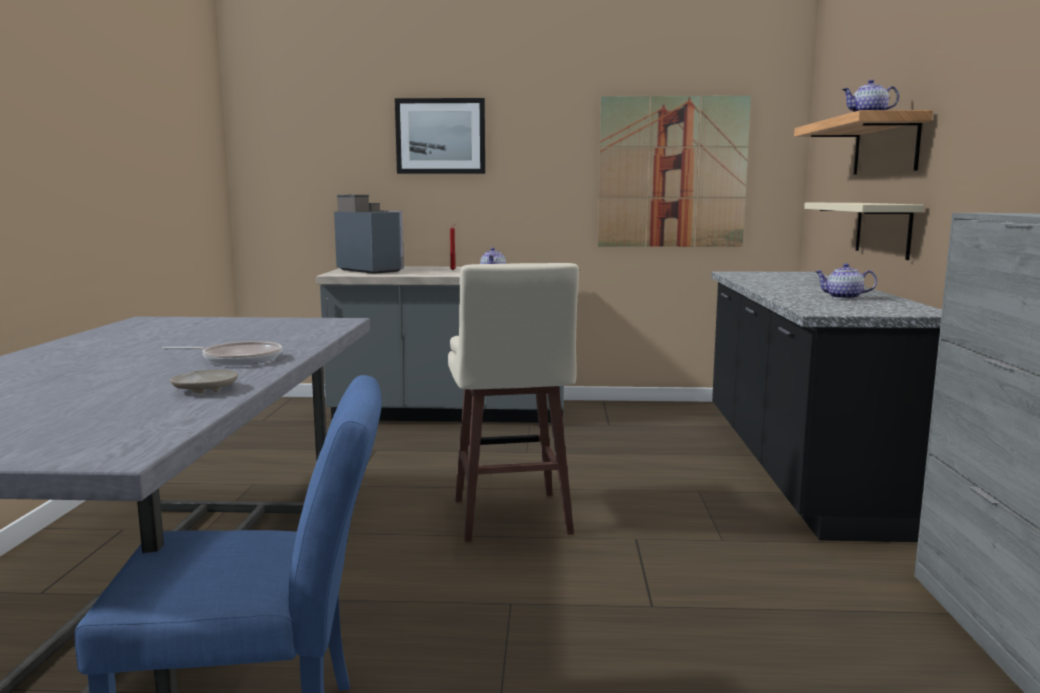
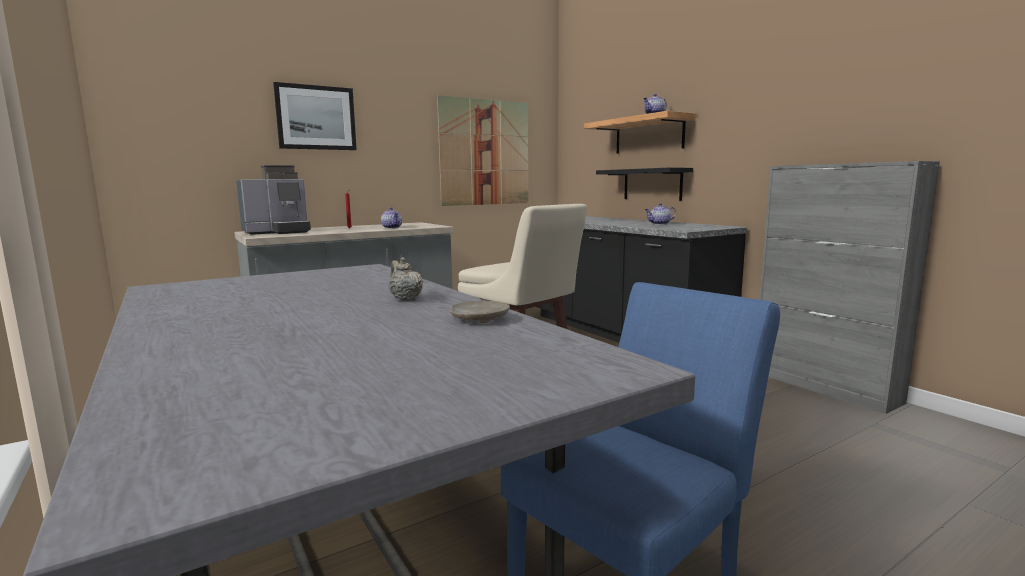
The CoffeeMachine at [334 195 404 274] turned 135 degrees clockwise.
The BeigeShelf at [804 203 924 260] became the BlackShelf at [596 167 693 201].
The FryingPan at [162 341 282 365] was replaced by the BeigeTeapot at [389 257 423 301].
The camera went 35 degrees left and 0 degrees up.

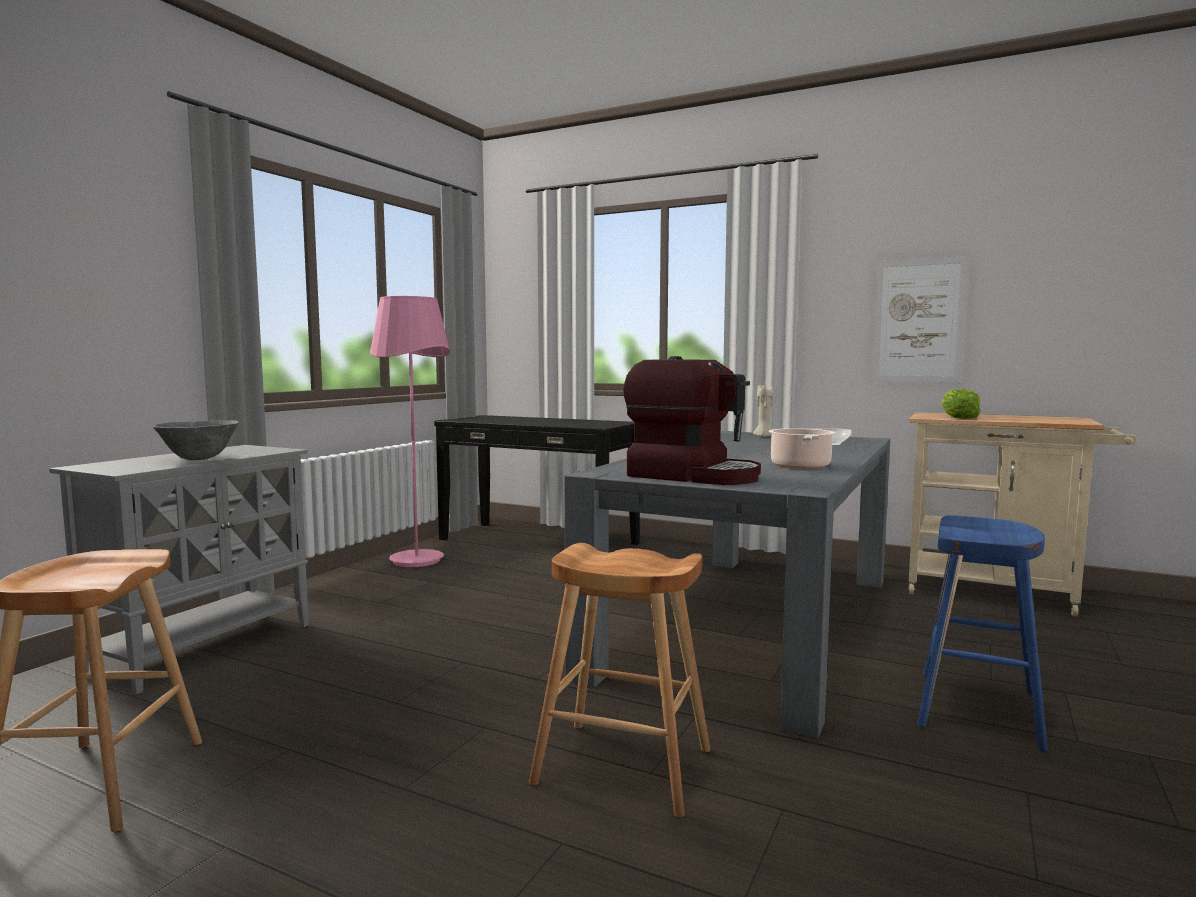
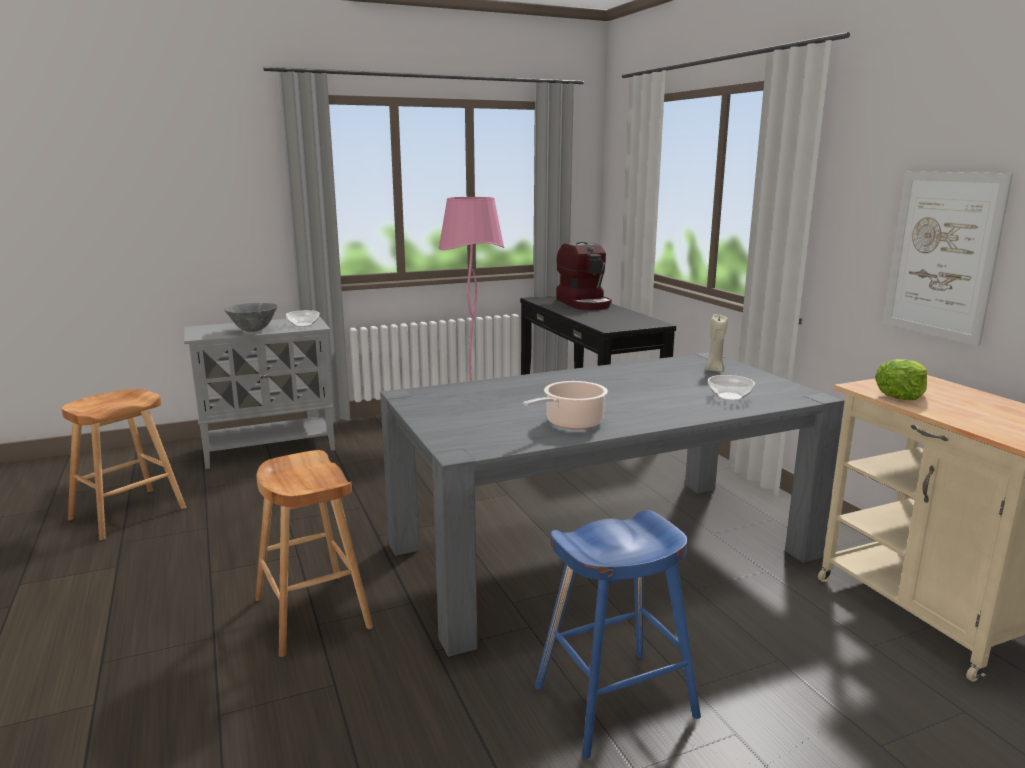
The CoffeeMachine moved from [623 356 761 485] to [556 242 612 310].
The Bowl at [286 310 319 327] appeared.
The camera went 40 degrees right and 10 degrees up.

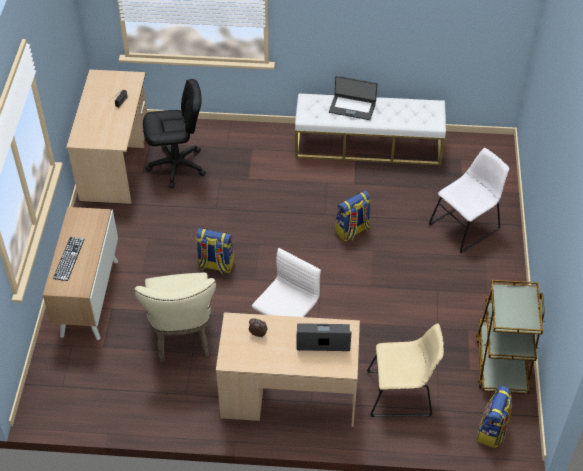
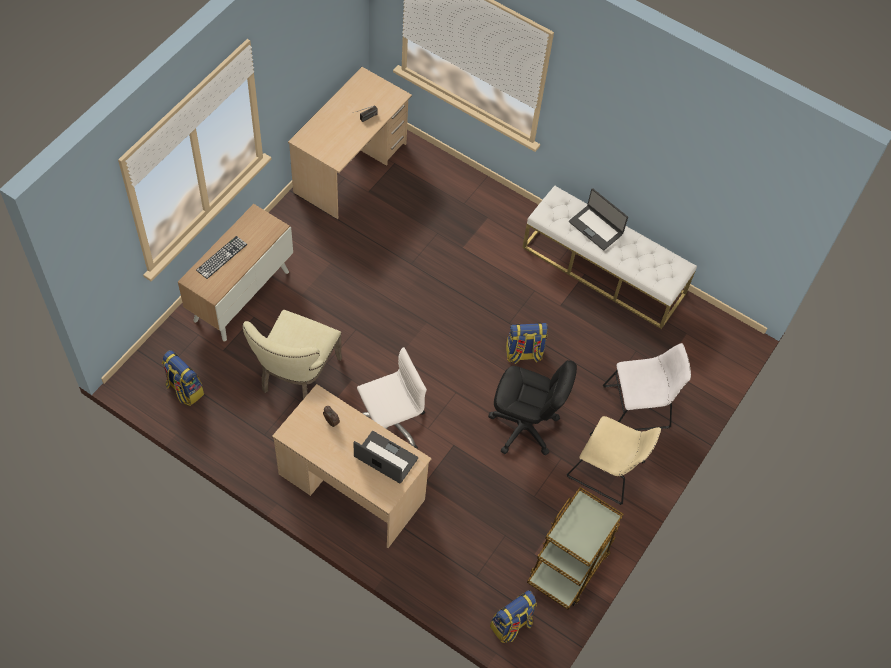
The BlackOfficeChair moved from [143 79 206 188] to [488 360 577 455].
The Backpack moved from [196 228 234 274] to [162 350 204 406].
The BeigeChair moved from [367 324 444 417] to [567 416 661 505].
The camera went 25 degrees right and 10 degrees up.

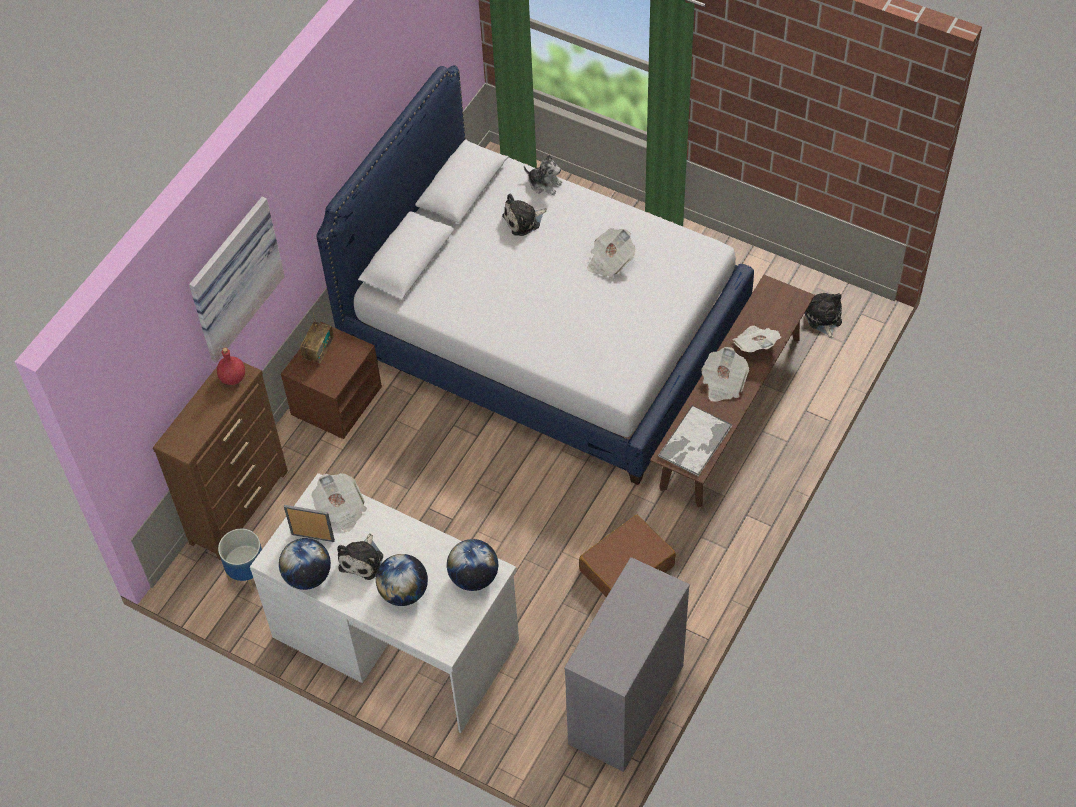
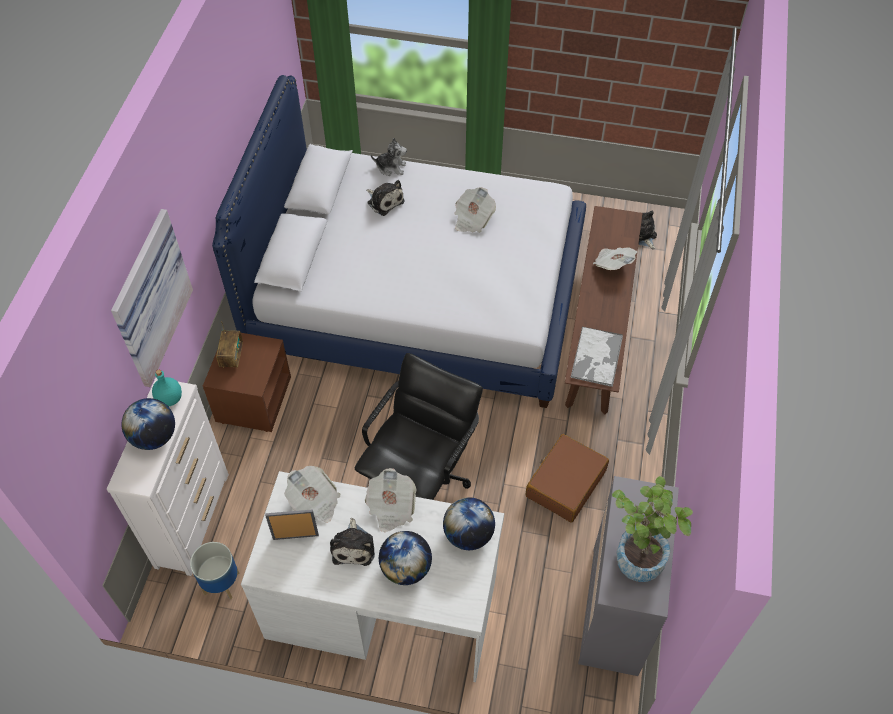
The PlushToy at [502 194 547 236] turned 90 degrees counterclockwise.
The Newspaper moved from [701 347 749 402] to [365 468 417 533].
The RedBottle at [217 348 245 385] became the TurquoiseBottle at [152 370 182 407].
The BrownDresser at [153 362 288 560] became the WhiteDresser at [107 378 229 576].
The Globe moved from [279 538 331 590] to [121 398 175 450].
The BlackOfficeChair at [355 353 483 500] appeared.
The PottedPlant at [612 476 693 582] appeared.
The camera went 20 degrees left and 0 degrees up.

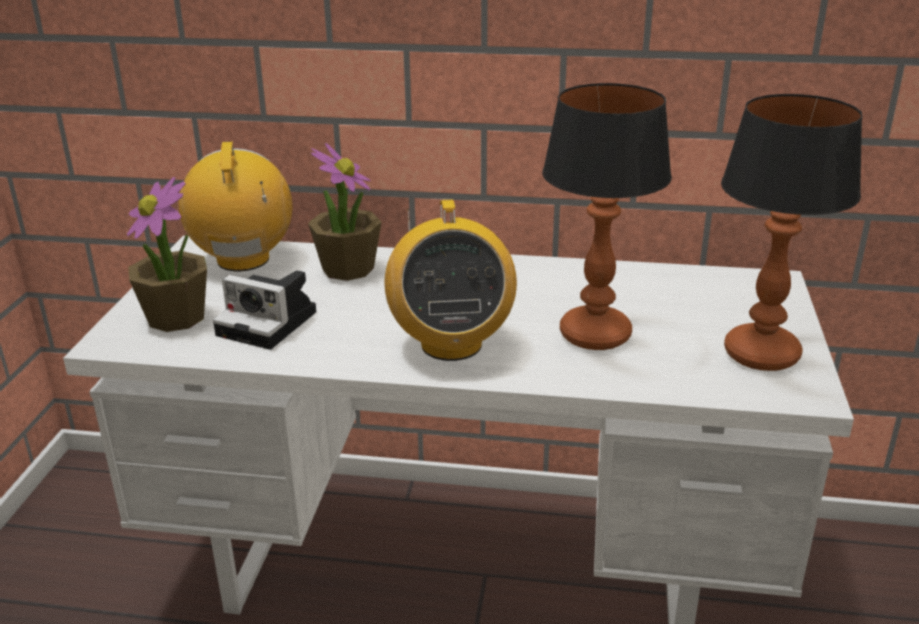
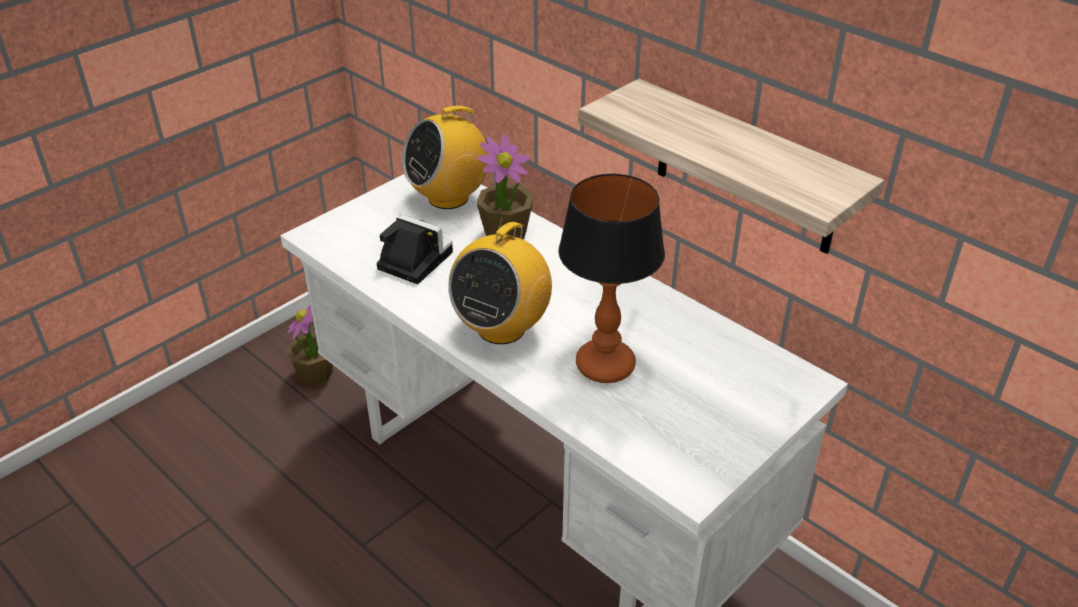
The TableLamp at [721 94 863 371] disappeared.
The Radio at [179 142 292 271] turned 150 degrees counterclockwise.
The PottedPlant moved from [127 177 207 332] to [286 306 333 386].
The PhotoCamera at [213 270 316 350] turned 150 degrees clockwise.
The Shelf at [578 79 884 254] appeared.
The camera went 35 degrees right and 10 degrees up.

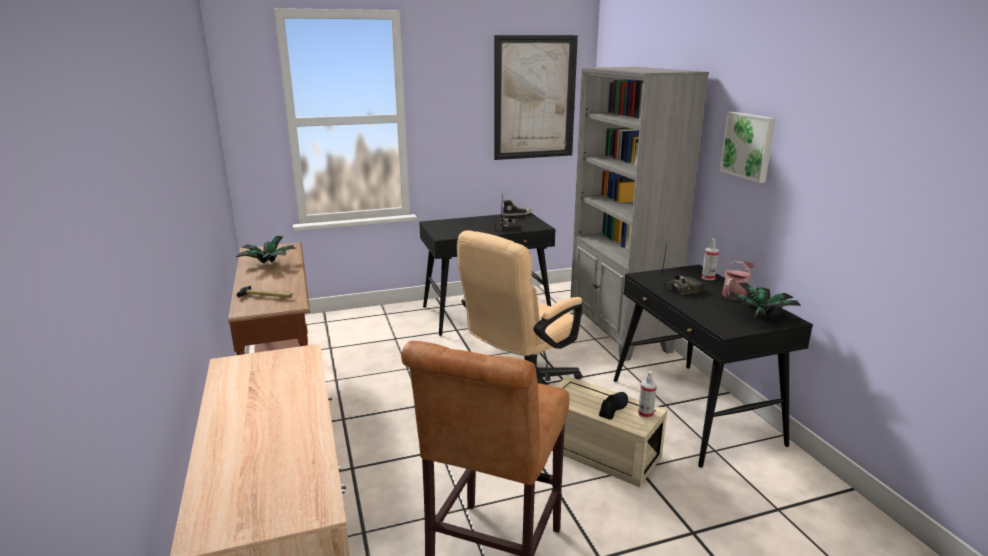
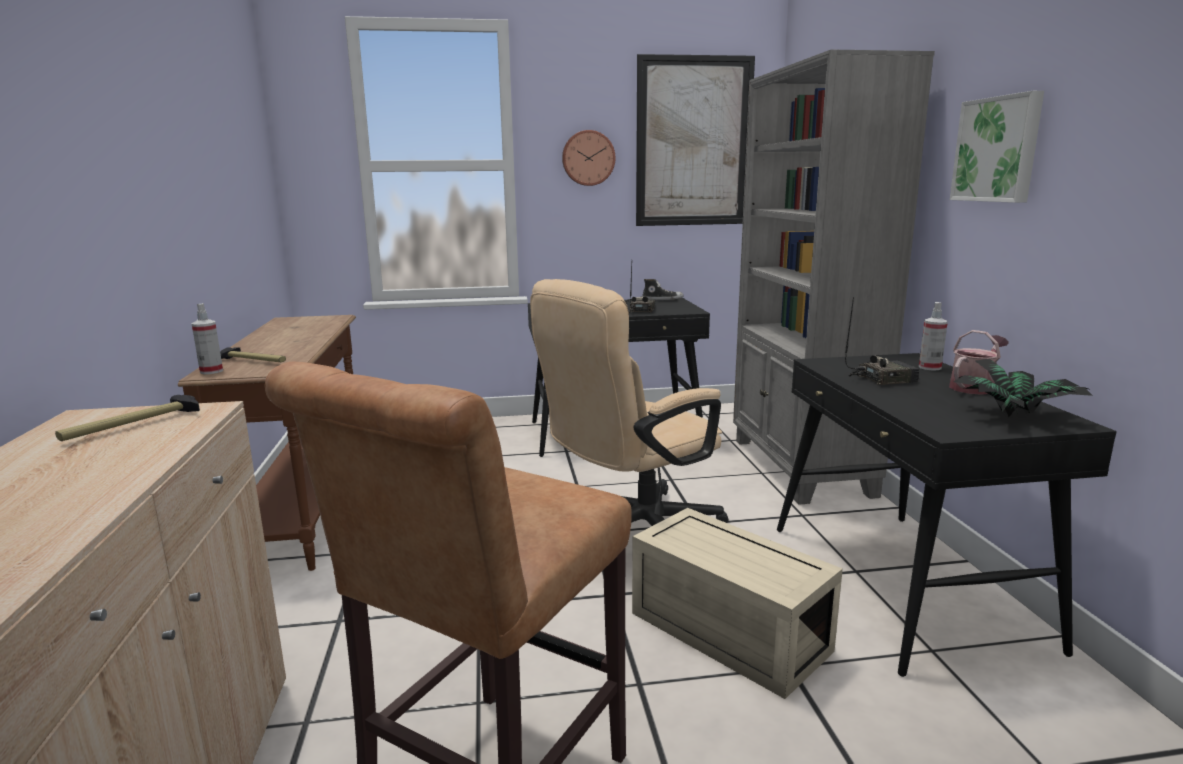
The PottedPlant at [237 236 296 264] disappeared.
The SprayBottle moved from [638 371 657 419] to [192 303 223 374].
The BlackShoe at [599 392 628 420] disappeared.
The WallClock at [562 130 616 186] appeared.
The Hammer at [55 395 200 441] appeared.
The camera went 10 degrees right and 5 degrees down.

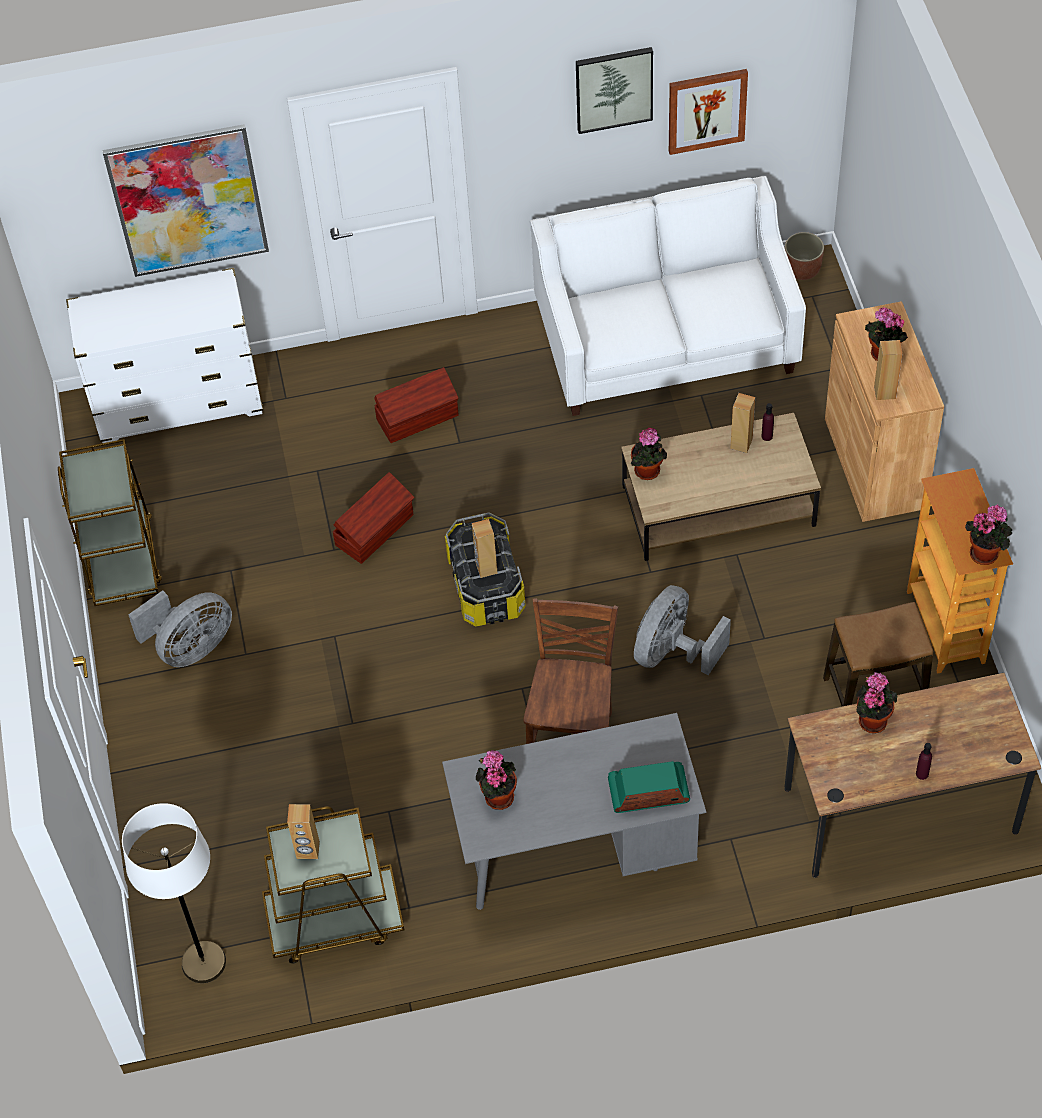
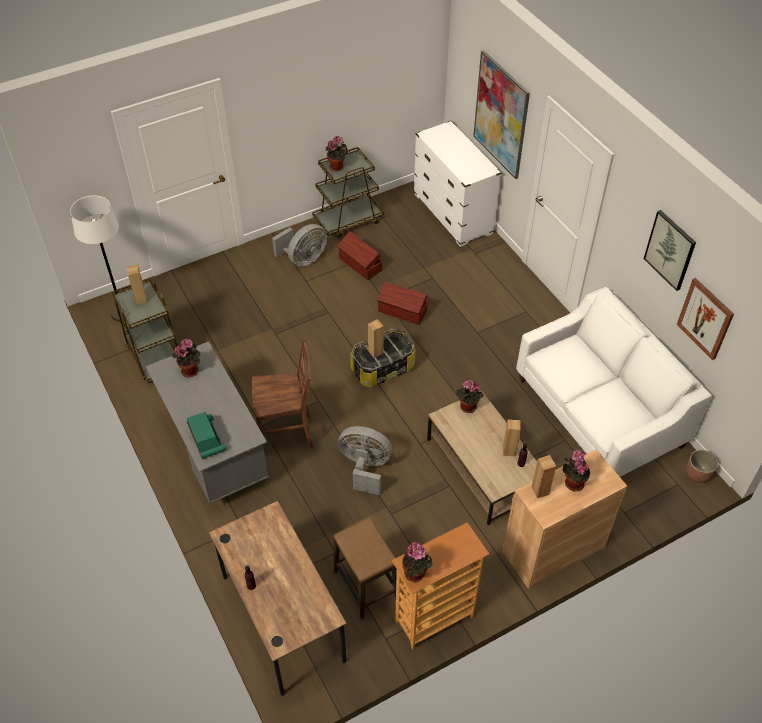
The BrownStorageBox moved from [374 367 459 443] to [337 231 382 280].
The GreyFan at [128 590 232 667] turned 75 degrees counterclockwise.
The PottedPlant moved from [856 672 897 733] to [326 136 347 171].
The camera went 70 degrees right and 5 degrees down.

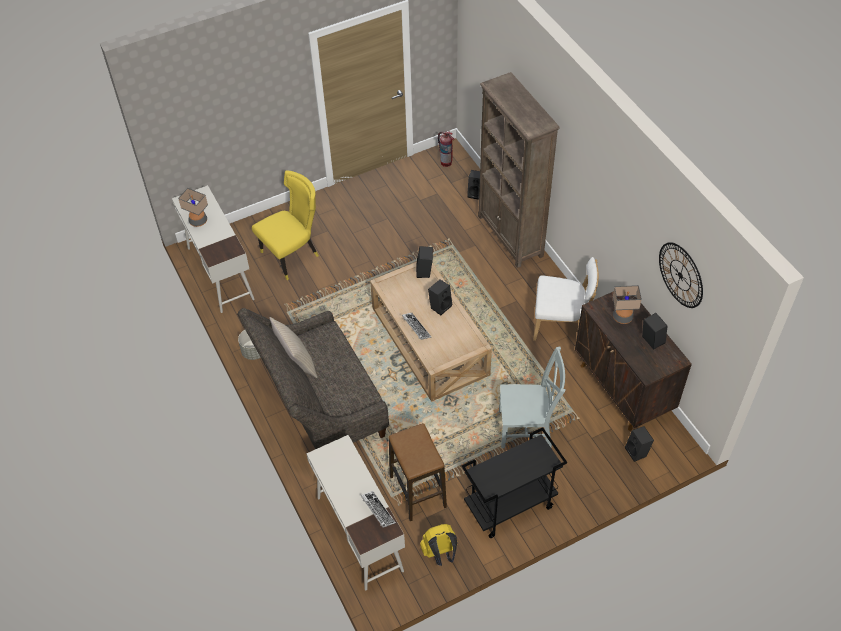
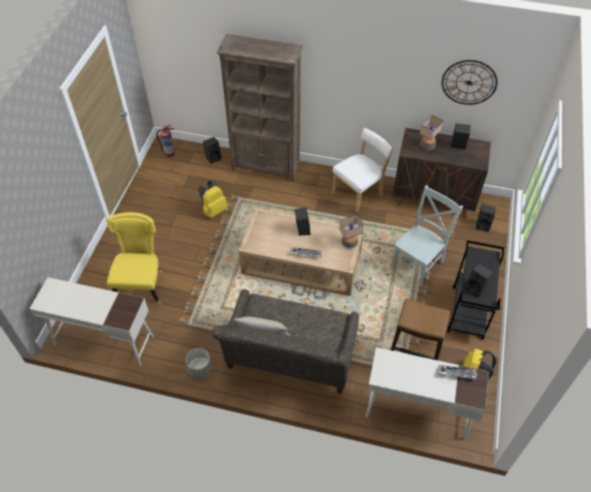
The TableLamp moved from [178 188 208 227] to [339 215 364 248].
The BlackSpeaker moved from [416 246 433 278] to [465 263 493 297].
The YellowBackpack at [199 181 228 218] appeared.
The camera went 50 degrees left and 0 degrees up.

